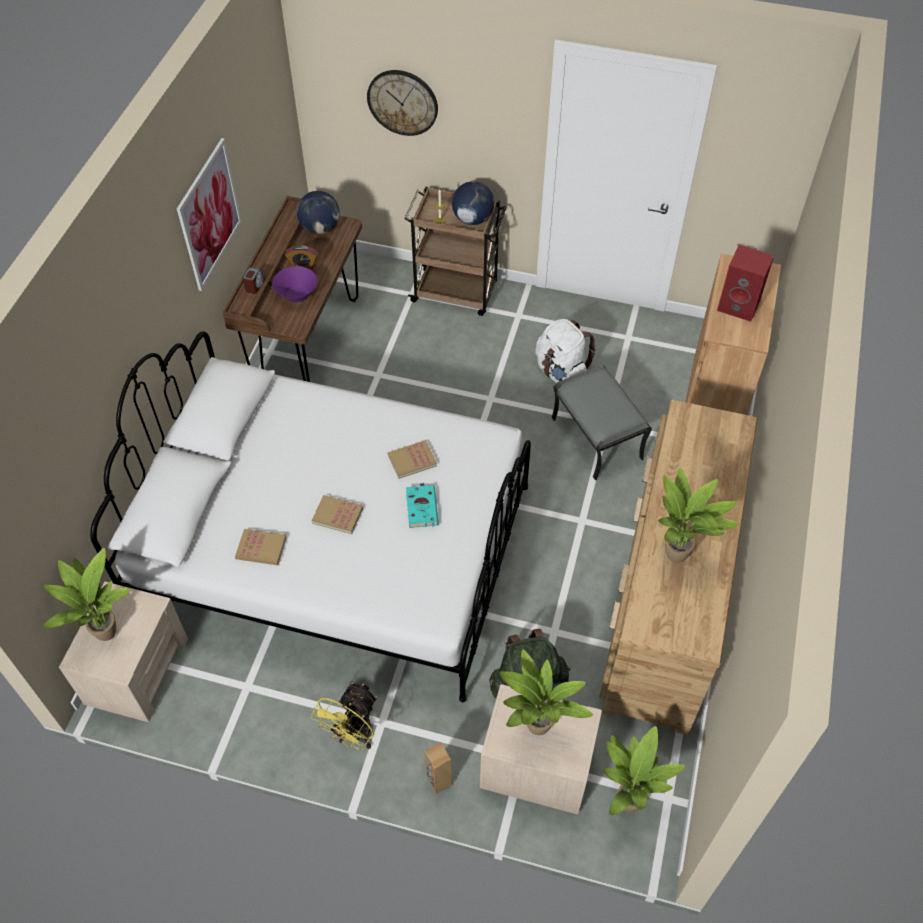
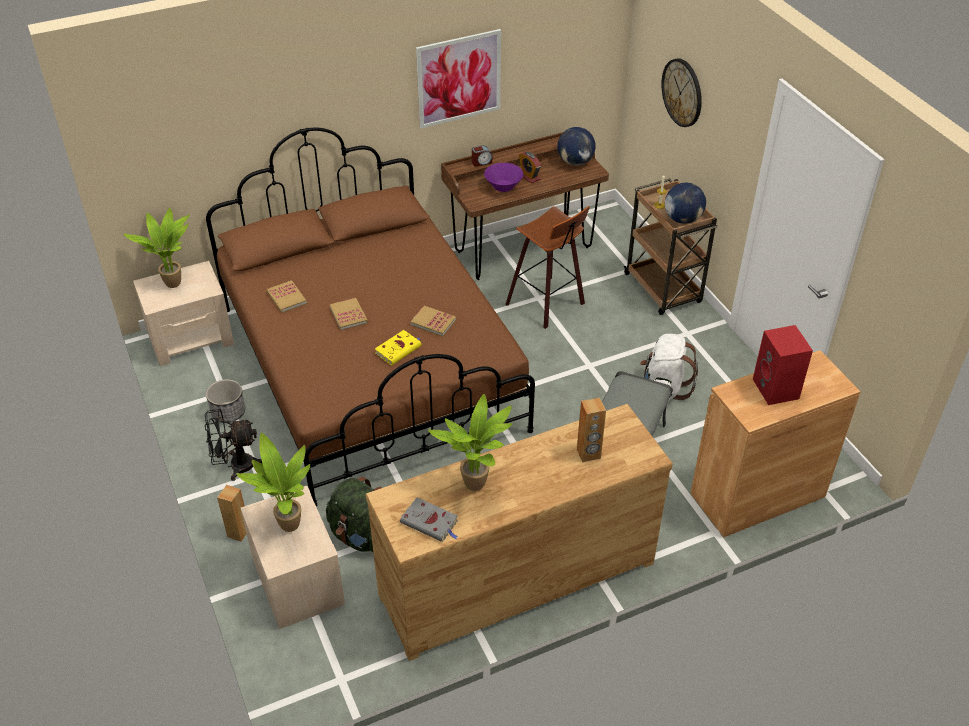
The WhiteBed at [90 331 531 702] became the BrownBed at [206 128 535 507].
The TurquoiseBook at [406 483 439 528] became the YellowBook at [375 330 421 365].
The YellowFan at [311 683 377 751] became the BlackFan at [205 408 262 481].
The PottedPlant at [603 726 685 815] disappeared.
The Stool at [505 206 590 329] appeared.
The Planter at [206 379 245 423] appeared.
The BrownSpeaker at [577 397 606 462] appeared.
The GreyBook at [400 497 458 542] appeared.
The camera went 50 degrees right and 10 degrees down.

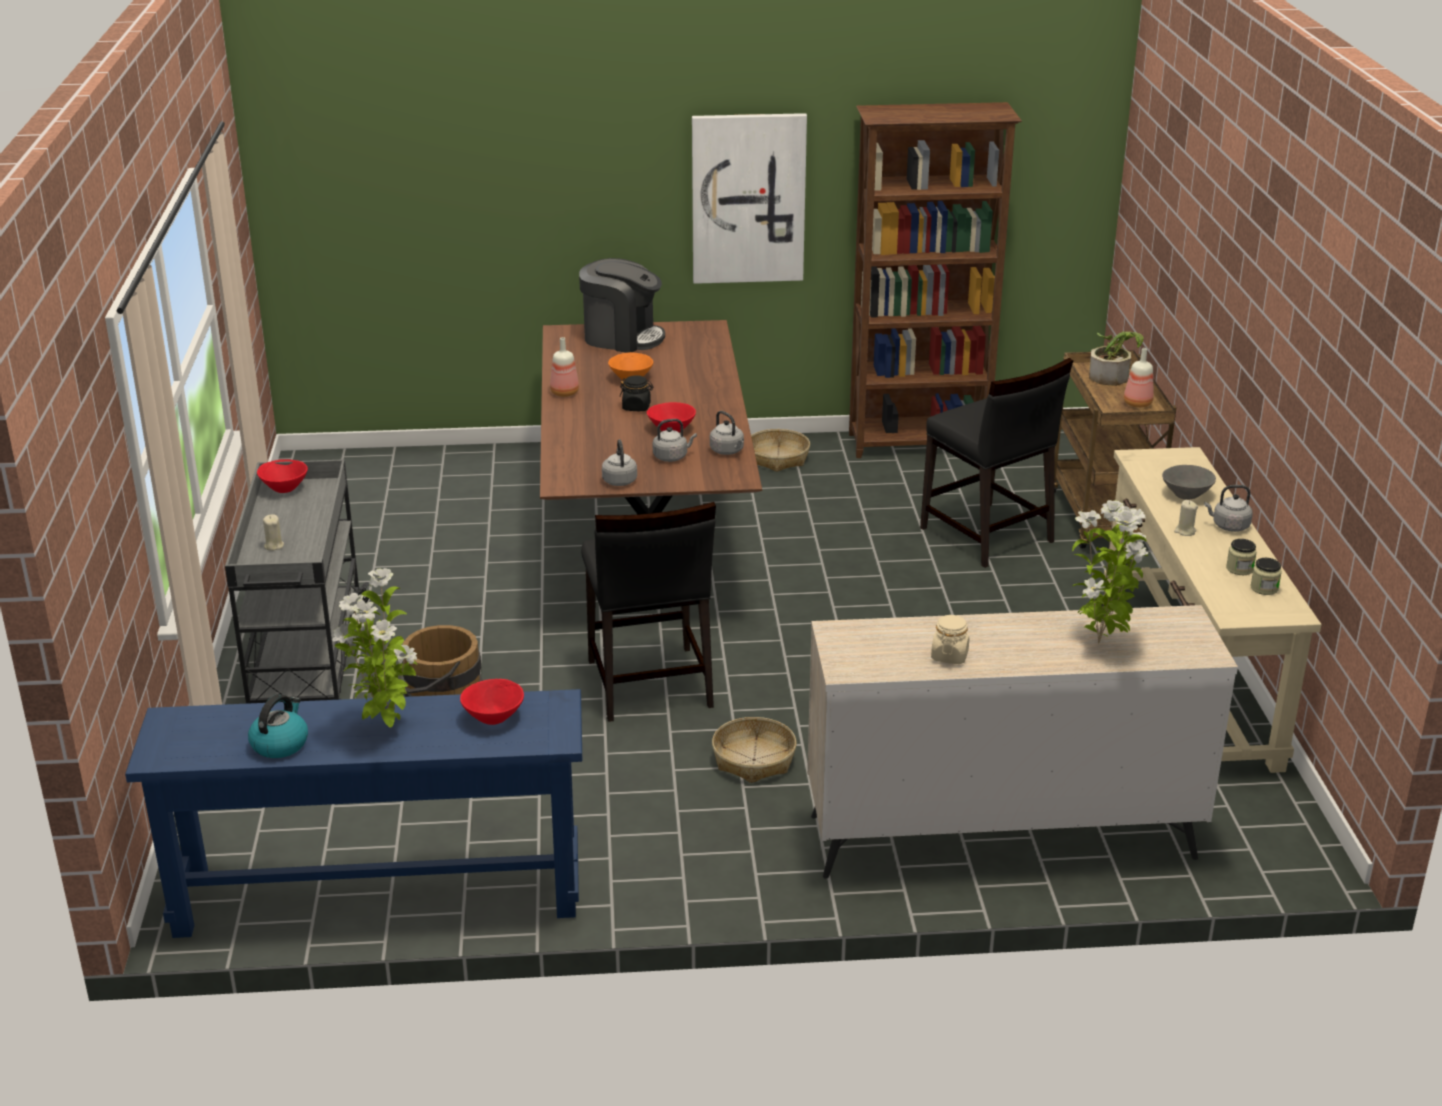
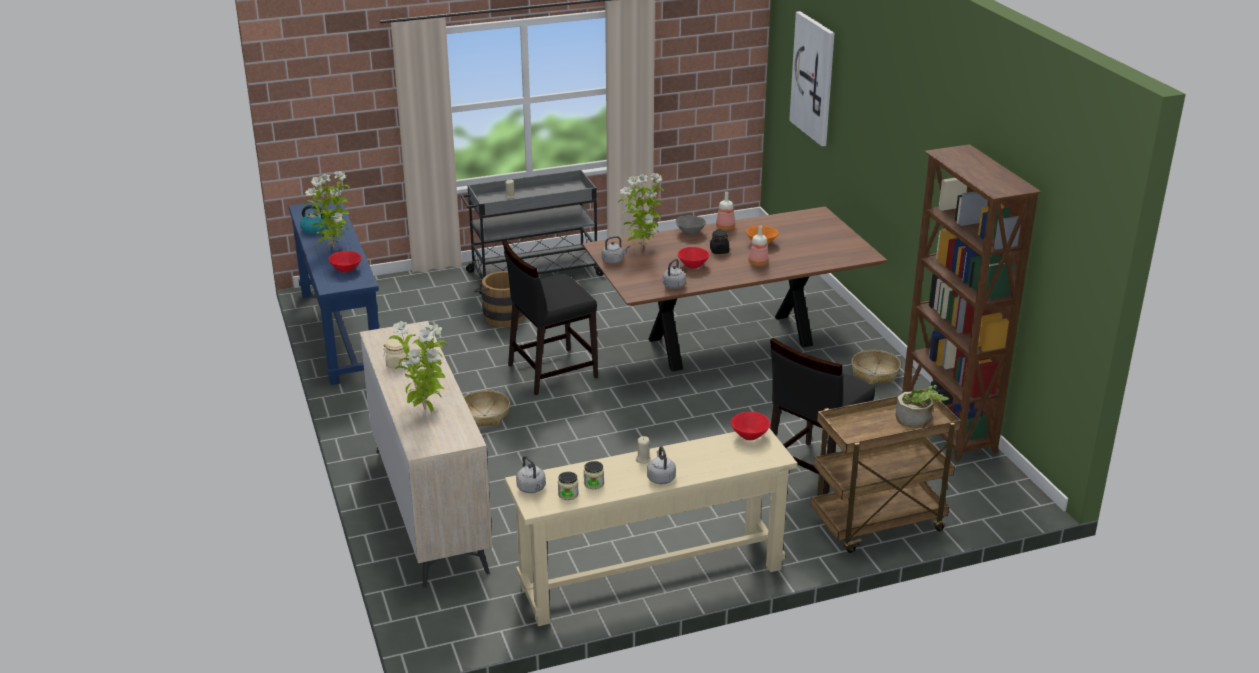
The Picture moved from [692 113 807 284] to [789 11 835 146].
The CoffeeMachine at [579 258 665 353] disappeared.
The Bottle moved from [1124 348 1154 408] to [748 226 769 267].
The GreyKettle moved from [653 419 697 462] to [516 456 546 493].
The RedBowl moved from [257 459 308 493] to [731 412 770 440].
The GreyBowl moved from [1162 465 1216 500] to [676 215 706 236].
The PottedPlant at [618 173 664 249] appeared.
The camera went 75 degrees right and 0 degrees up.

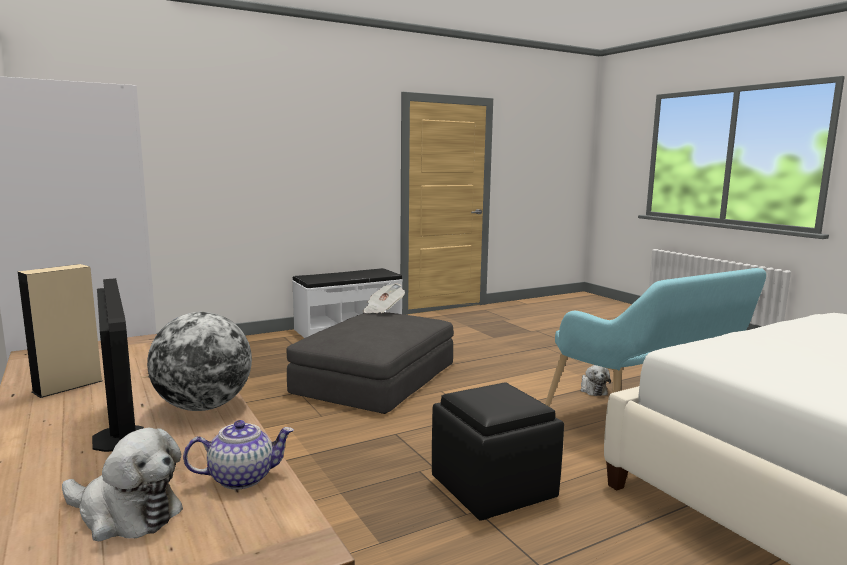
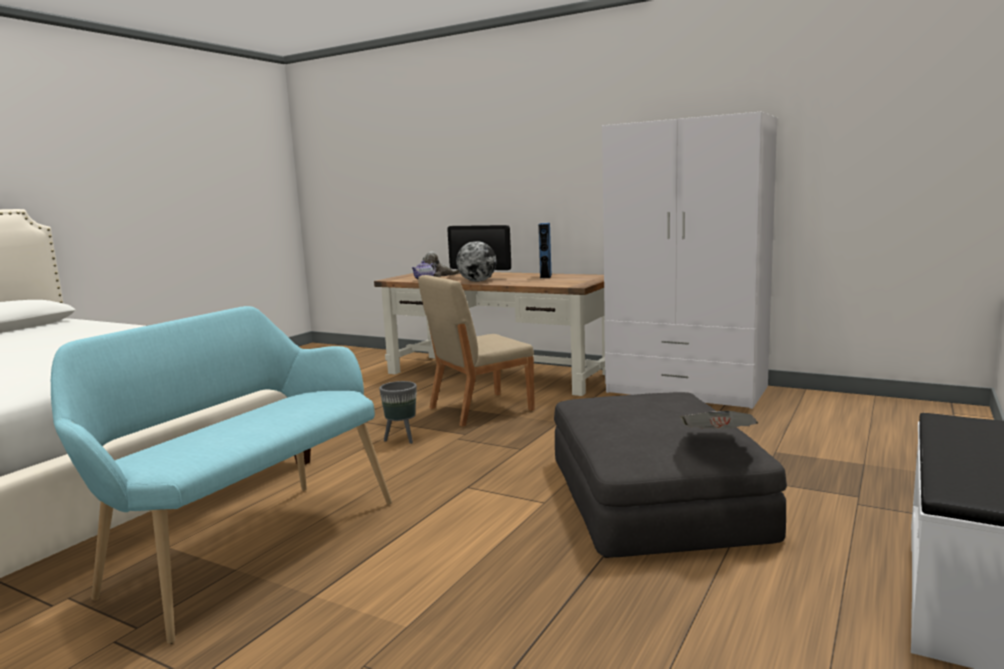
The BeigeSpeaker at [18 264 102 398] became the BlueSpeaker at [538 223 551 278].
The PlushToy at [580 365 611 396] disappeared.
The BlackOttoman at [432 382 564 521] was replaced by the GreyPlanter at [379 381 417 444].
The BeigeChair at [418 275 535 427] appeared.
The camera went 150 degrees right and 0 degrees up.

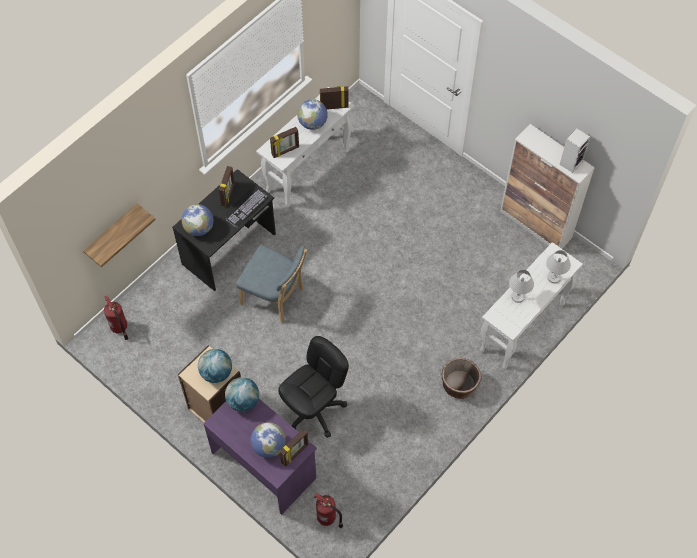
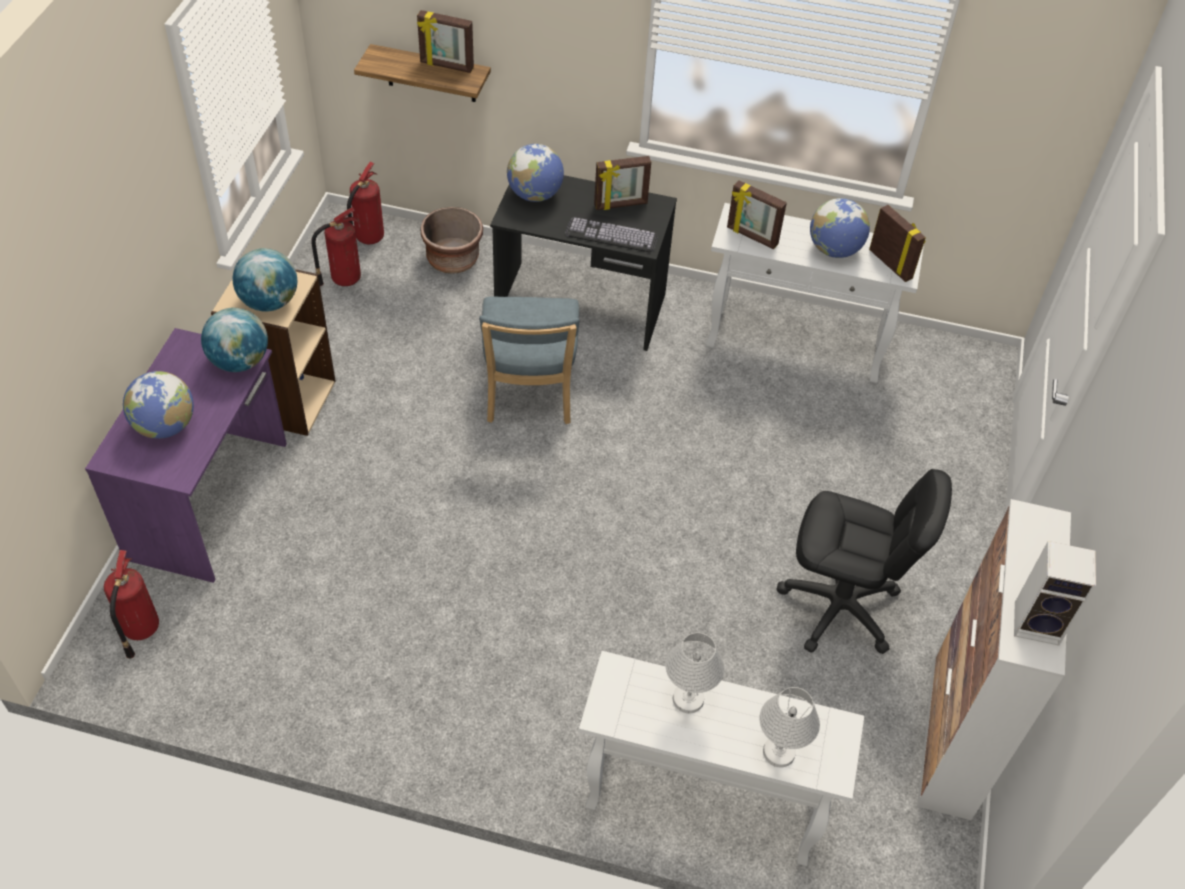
The BlackOfficeChair moved from [278 336 349 438] to [776 469 952 654].
The BrownPlanter moved from [442 358 481 399] to [421 207 483 274].
The PictureFrame moved from [280 429 308 467] to [417 10 474 73].
The FireExtinguisher at [311 207 361 286] appeared.
The camera went 60 degrees right and 10 degrees down.

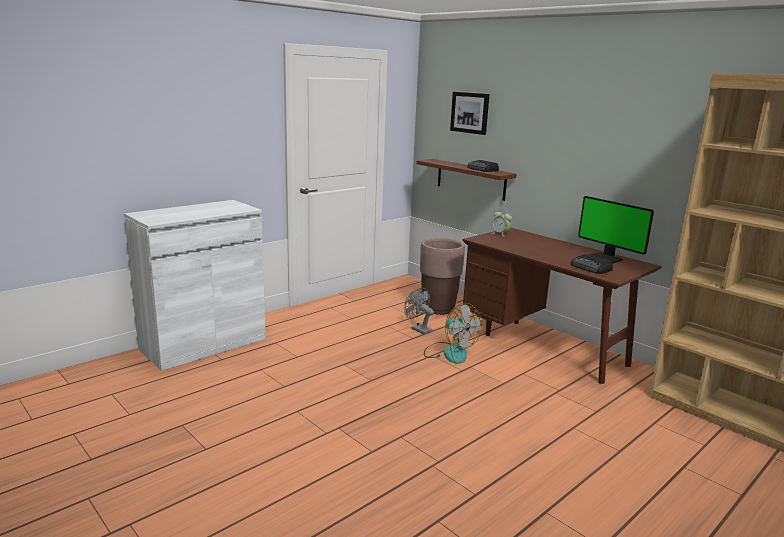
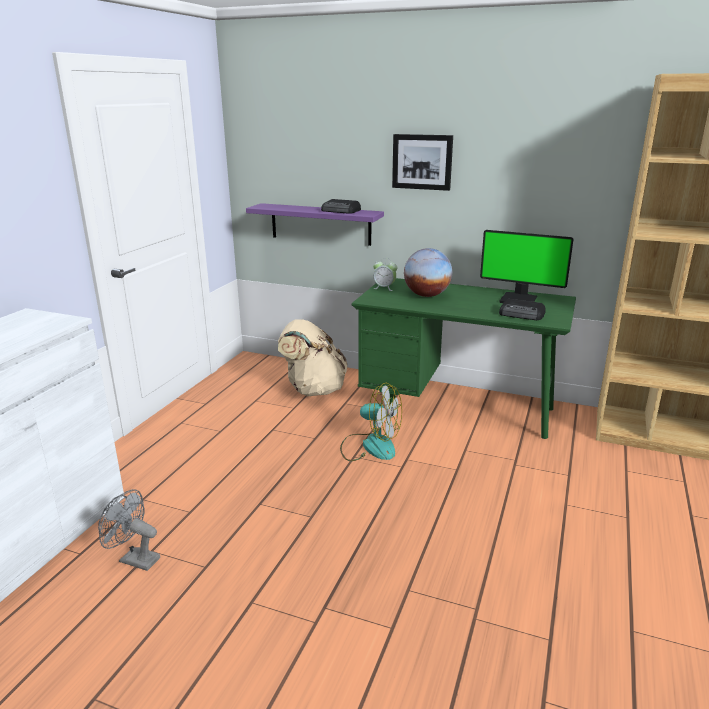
The Picture moved from [450 92 489 135] to [392 134 453 191].
The BrownShelf at [417 159 517 201] became the PurpleShelf at [246 203 384 246].
The BrownDesk at [462 228 662 384] became the GreenDesk at [352 278 576 439].
The BrownPlanter at [420 238 465 315] was replaced by the BeigeBackpack at [278 319 347 396].
The GreyFan moved from [404 288 434 335] to [98 489 160 571].
The Globe at [404 248 452 297] appeared.
The camera went 25 degrees left and 5 degrees up.

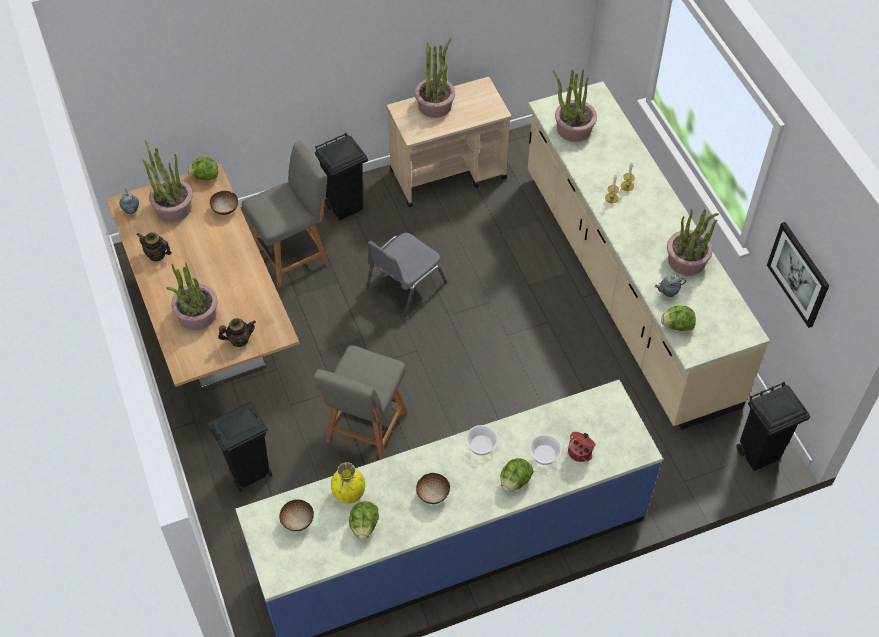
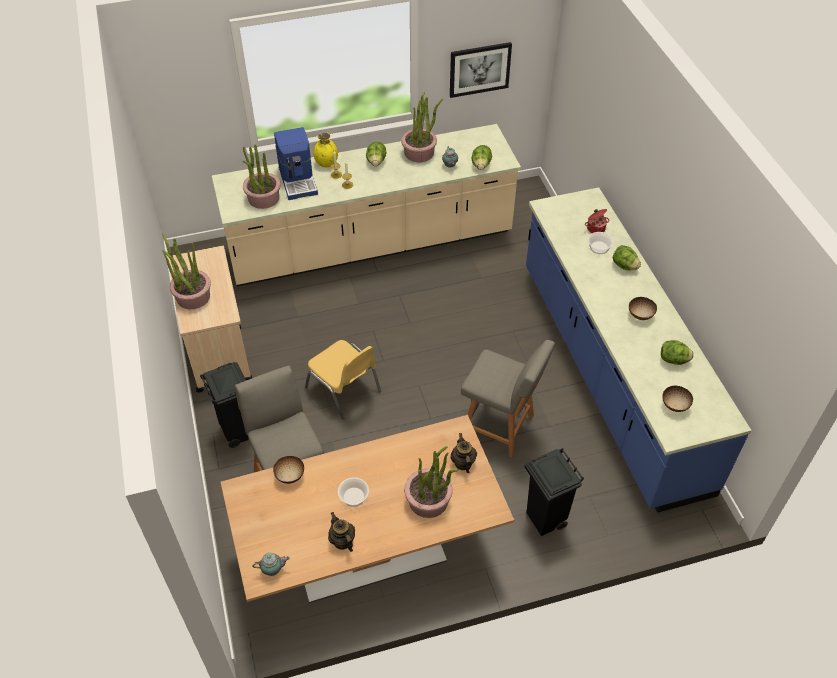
The PottedPlant at [142 140 193 222] disappeared.
The Lettuce moved from [187 157 218 180] to [366 141 386 166].
The Teapot at [137 232 172 262] turned 120 degrees clockwise.
The GreyChair at [365 233 447 317] became the YellowChair at [305 340 381 420].
The BlackTrashCan at [736 382 810 471] disappeared.
The Bowl moved from [466 425 498 456] to [338 477 369 507].
The YellowVase moved from [331 462 365 503] to [313 132 338 167].
The CoffeeMachine at [274 127 318 200] appeared.
The camera went 85 degrees left and 5 degrees down.

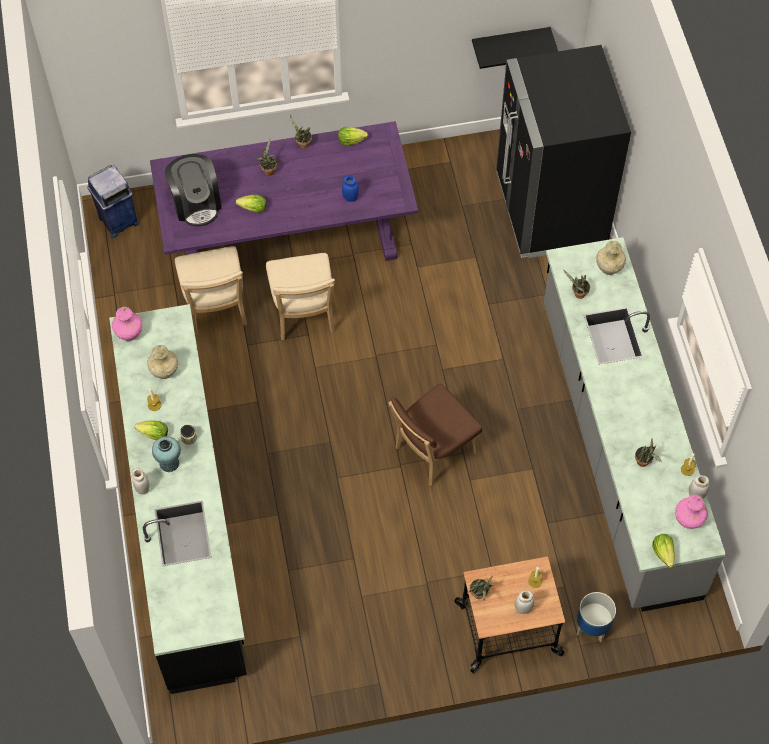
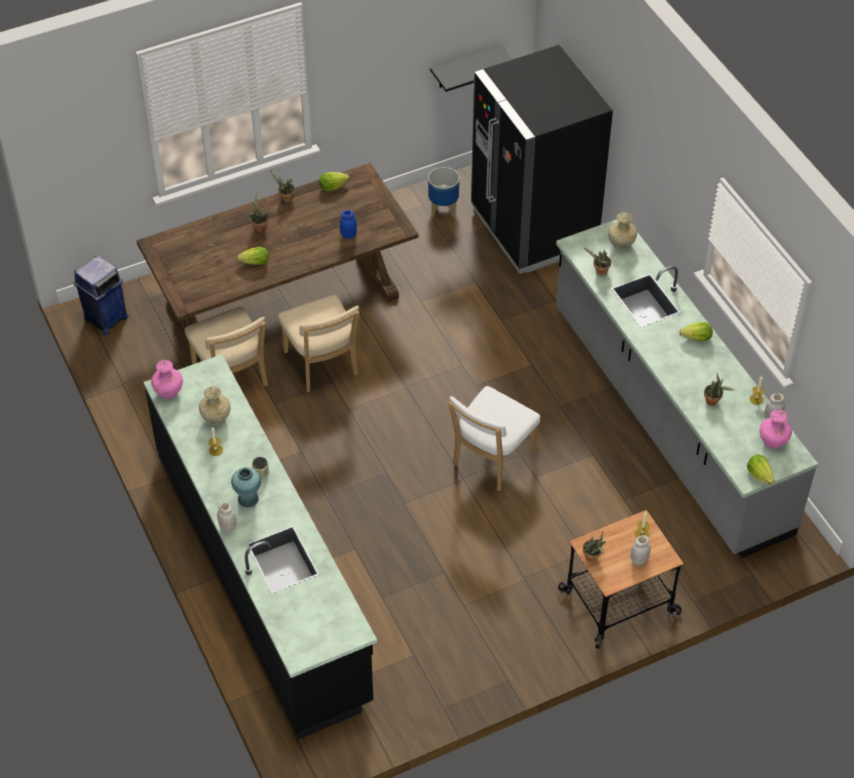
The PurpleDiningTable at [150 121 418 261] became the BrownDiningTable at [136 163 418 362].
The CoffeeMachine at [165 154 221 227] disappeared.
The BrownChair at [388 384 482 486] became the WhiteChair at [448 386 540 491].
The Lettuce moved from [135 420 168 440] to [679 322 713 341].
The Planter moved from [577 592 616 643] to [428 167 459 217].
The camera went 15 degrees left and 10 degrees down.

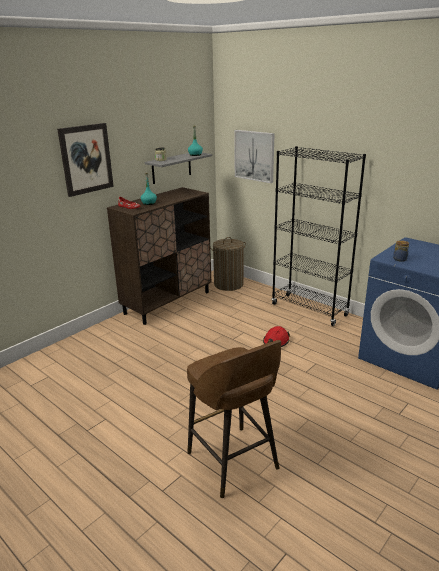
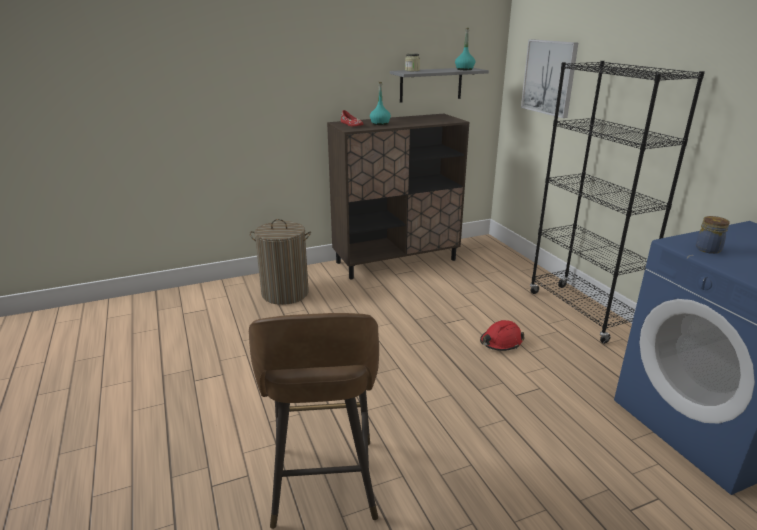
The Picture at [57 123 114 197] disappeared.
The LaundryBasket moved from [210 237 246 291] to [249 219 311 305].
The camera went 25 degrees right and 0 degrees up.

